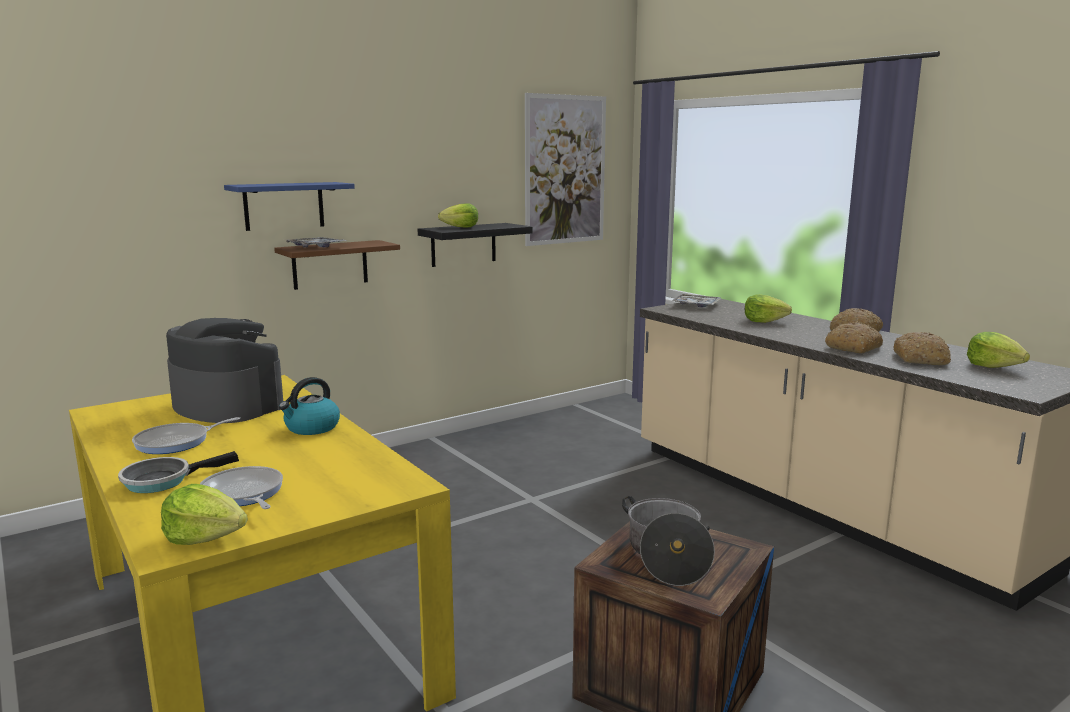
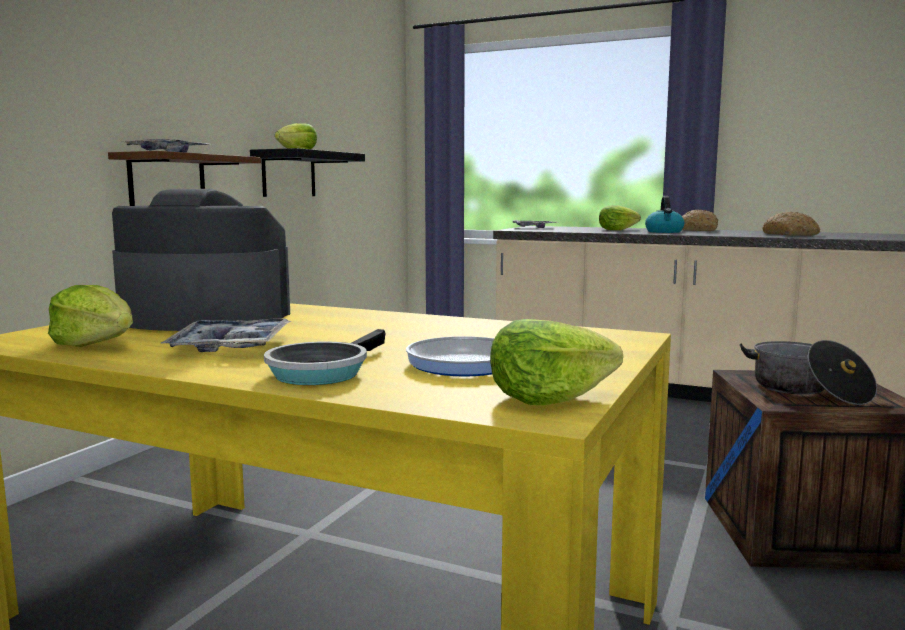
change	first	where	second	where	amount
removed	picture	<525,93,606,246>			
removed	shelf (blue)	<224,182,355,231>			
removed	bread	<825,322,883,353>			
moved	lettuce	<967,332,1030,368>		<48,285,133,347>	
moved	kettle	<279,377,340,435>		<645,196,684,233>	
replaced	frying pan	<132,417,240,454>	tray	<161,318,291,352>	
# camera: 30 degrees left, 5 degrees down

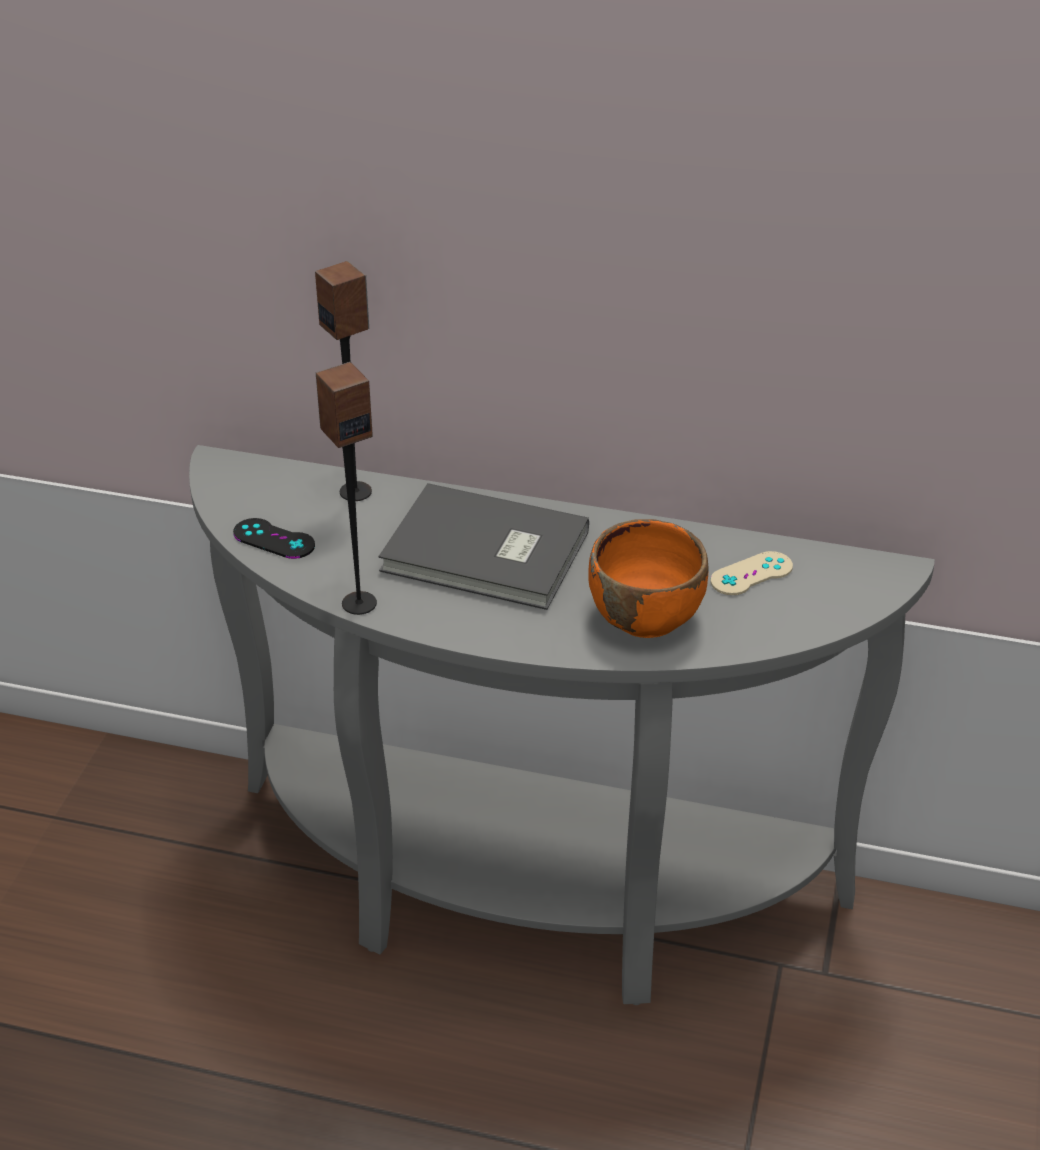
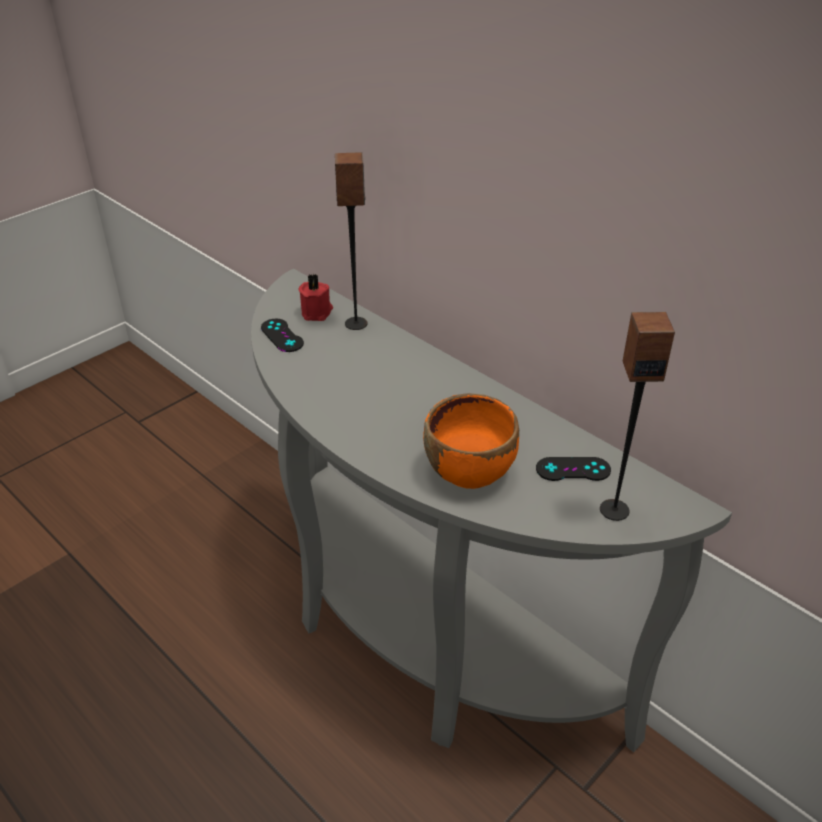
change	first	where	second	where	amount
moved	speaker	<316,362,377,615>		<600,312,675,521>	
removed	book (grey)	<378,483,589,610>			
recoloured	game controller (beige)	<710,551,793,595>	game controller (black)	<536,457,611,481>	
added			candle (red)	<299,274,333,321>	
# camera: 30 degrees right, 0 degrees up

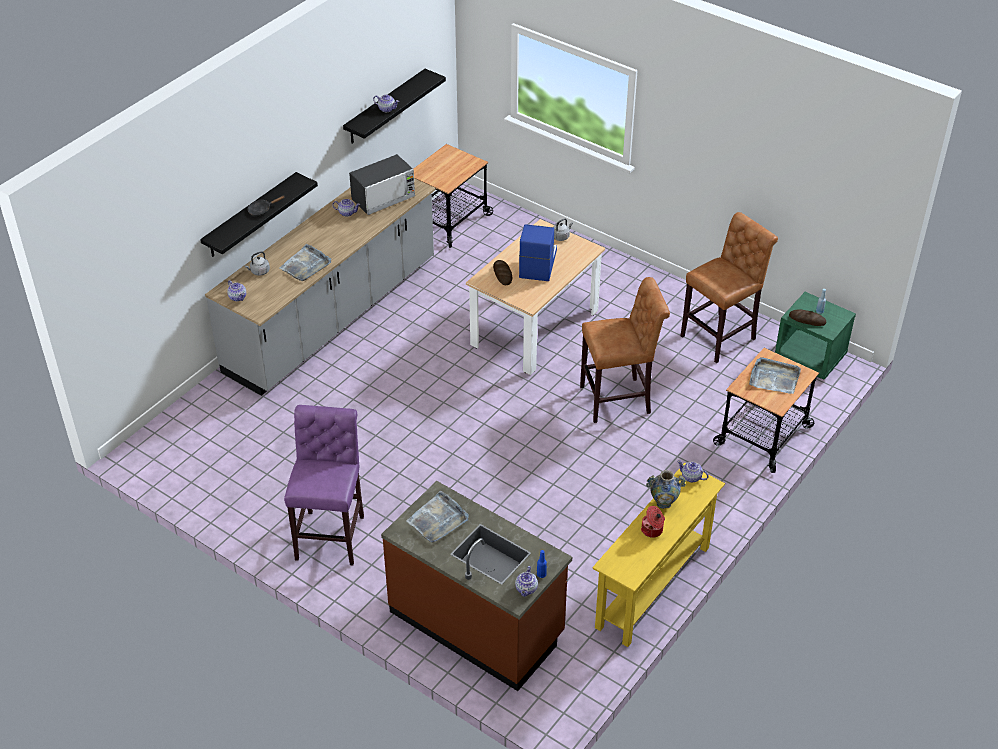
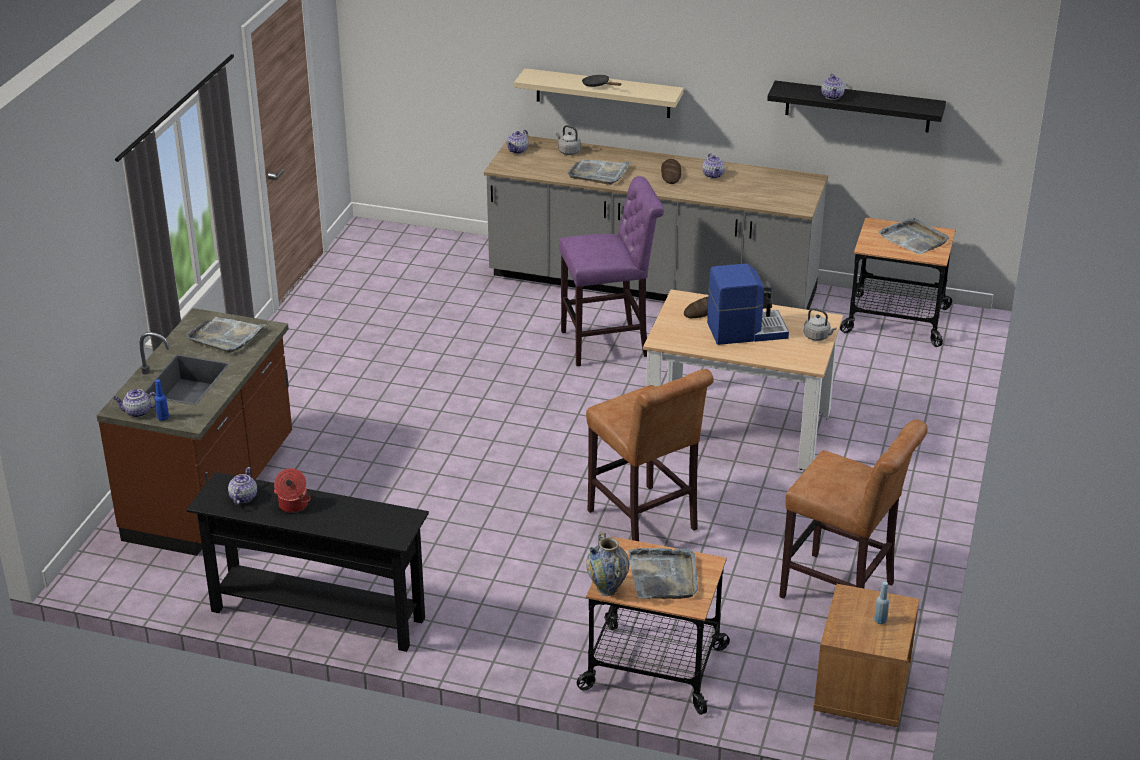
change	first	where	second	where	amount
removed	microwave	<349,154,415,215>			
recoloured	shelf (black)	<200,172,318,257>	shelf (beige)	<514,68,684,118>	
recoloured	nightstand (green)	<775,292,856,380>	nightstand (brown)	<813,584,919,727>	
moved	bread	<789,309,826,326>		<661,159,681,184>	
moved	stool (purple)	<284,405,364,565>		<559,176,664,366>	
moved	teapot	<677,460,708,483>		<228,467,257,505>	
recoloured	console table (yellow)	<592,463,725,647>	console table (black)	<186,472,429,652>	
moved	vase	<646,470,686,509>		<586,532,629,596>	
added			tray (grey)	<878,218,949,254>	
# camera: 70 degrees right, 10 degrees down

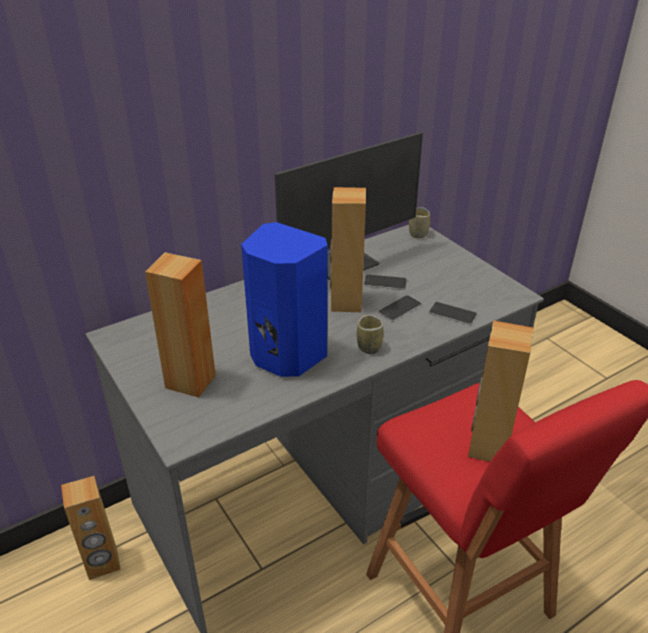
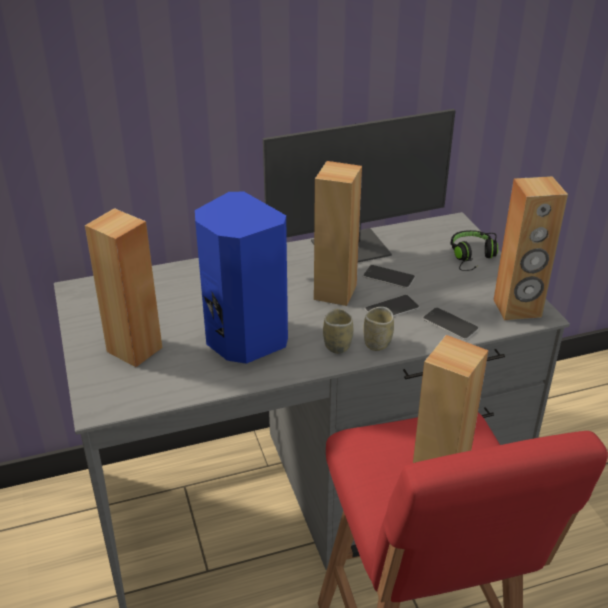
change	first	where	second	where	amount
moved	cup	<409,207,430,238>		<363,307,394,351>	
moved	speaker (brown)	<61,476,121,580>		<493,176,568,320>	
added			headphones (black)	<450,230,498,271>	
# camera: 15 degrees right, 0 degrees up

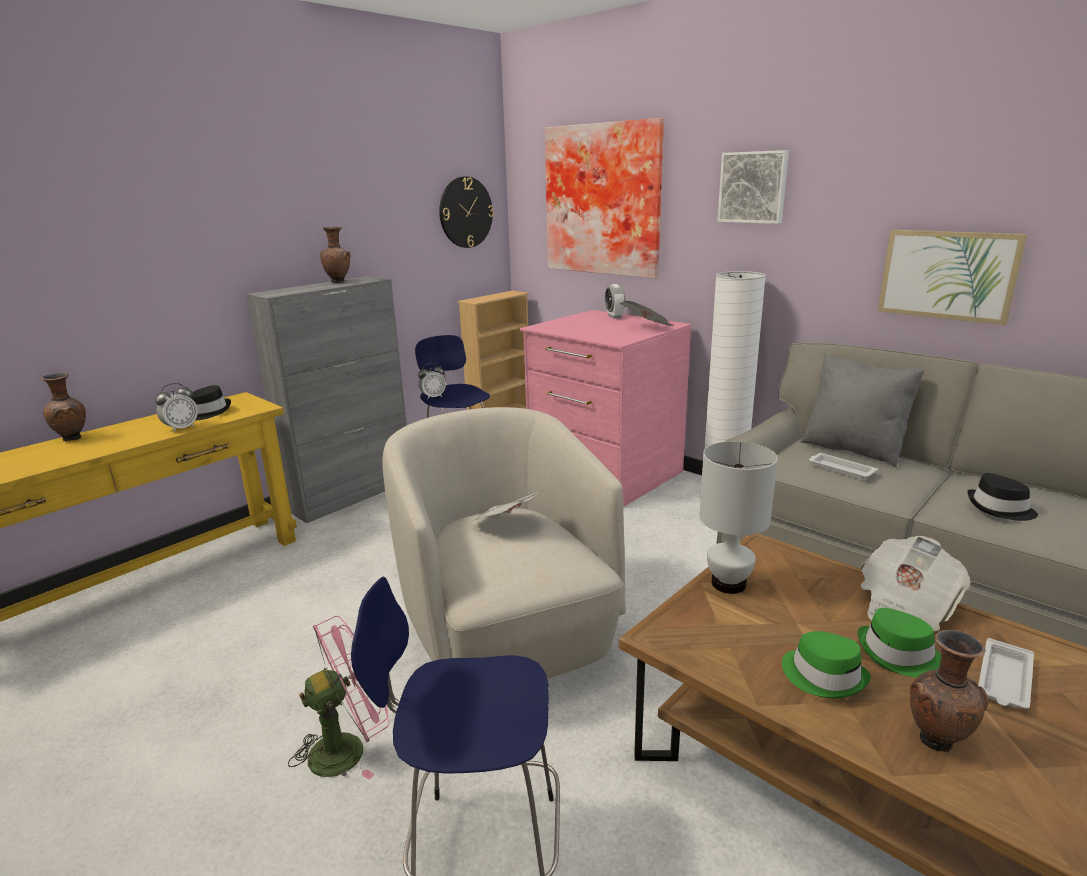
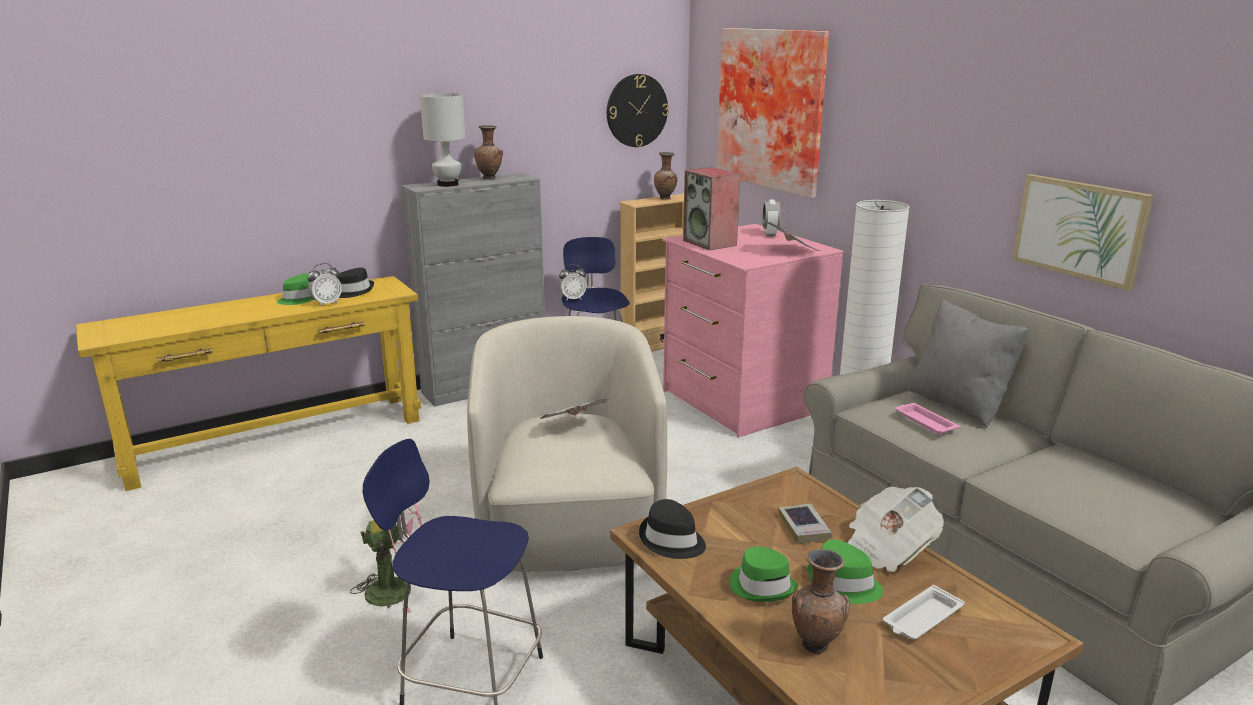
change	first	where	second	where	amount
removed	picture	<717,150,789,224>			
moved	vase (brown)	<41,373,86,442>		<654,152,678,199>	
moved	table lamp (white)	<699,441,778,594>		<420,93,465,187>	
recoloured	tray (white)	<809,453,878,479>	tray (pink)	<895,403,960,434>	
moved	hat (black)	<967,473,1038,521>		<639,499,706,559>	
added			speaker	<683,167,740,250>	
added			hat (green)	<277,273,315,305>	
added			book	<779,503,832,544>	
# camera: 15 degrees right, 0 degrees up

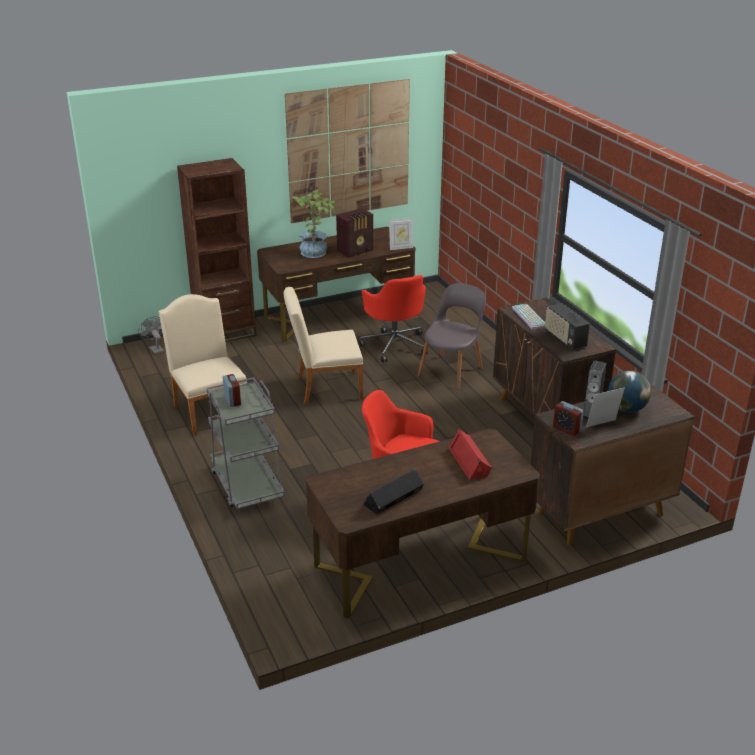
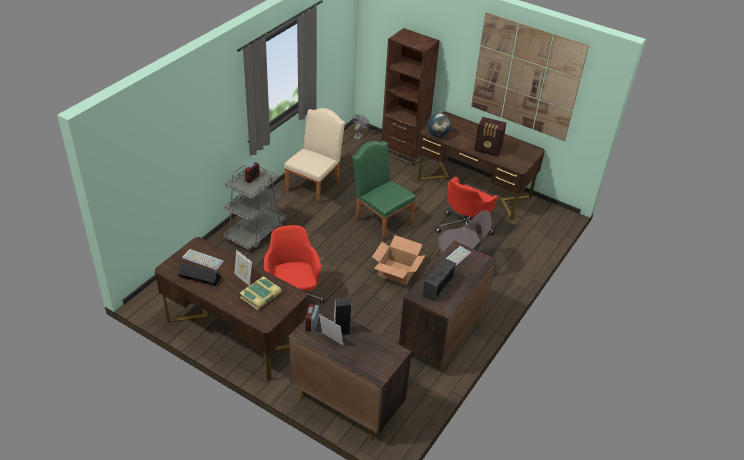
change	first	where	second	where	amount
removed	potted plant	<292,190,335,258>			
moved	picture frame	<389,218,413,250>		<234,250,252,286>	
recoloured	chair (beige)	<284,287,363,405>	chair (green)	<352,141,416,241>	
moved	globe	<608,371,651,413>		<427,113,451,137>	
replaced	speaker (red)	<448,429,492,480>	book	<240,276,282,310>	
added			cardboard box	<372,235,426,285>	
added			keyboard	<182,249,224,271>	
# camera: 55 degrees right, 10 degrees up

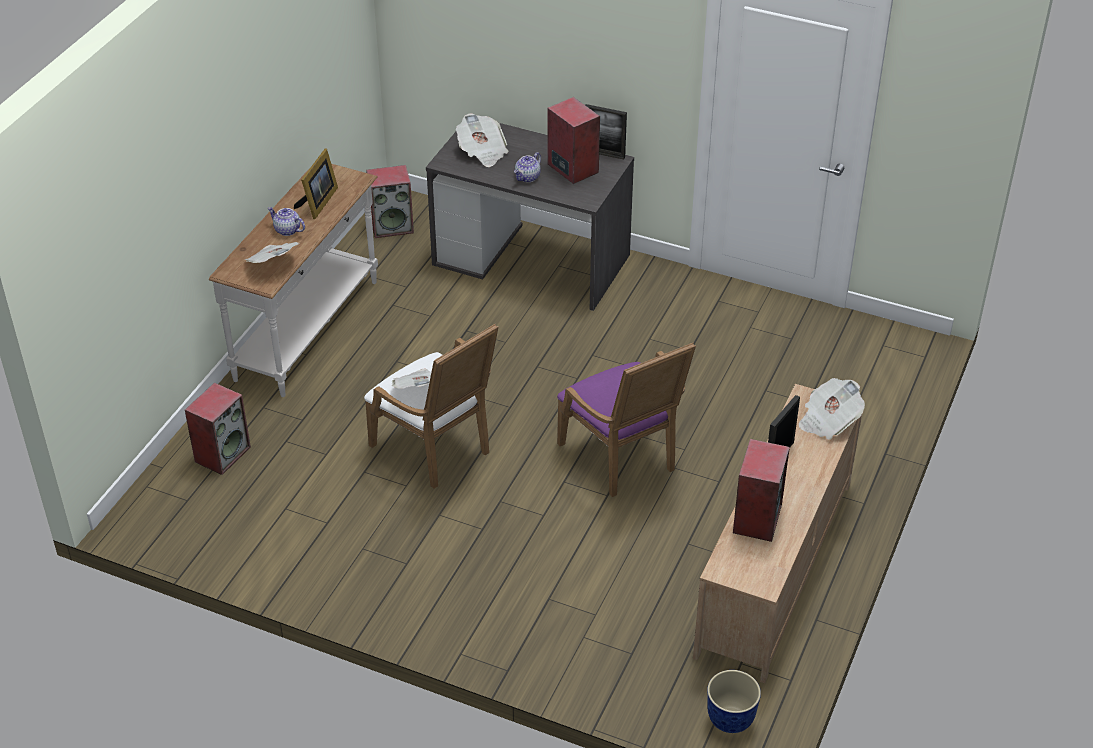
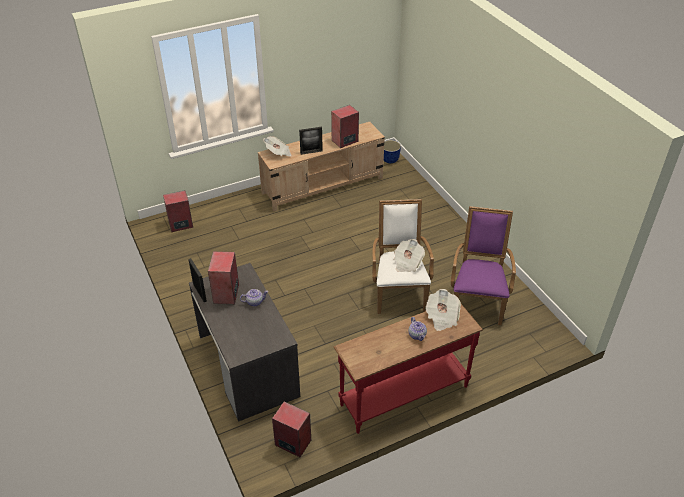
change	first	where	second	where	amount
removed	newspaper	<456,113,509,167>			
removed	picture frame	<294,148,338,219>			
recoloured	console table (white)	<209,164,378,397>	console table (red)	<333,304,483,434>	
moved	armchair (purple)	<557,342,696,497>		<451,206,516,325>	
moved	speaker	<185,383,251,475>		<163,190,193,232>	
# camera: 140 degrees left, 0 degrees up

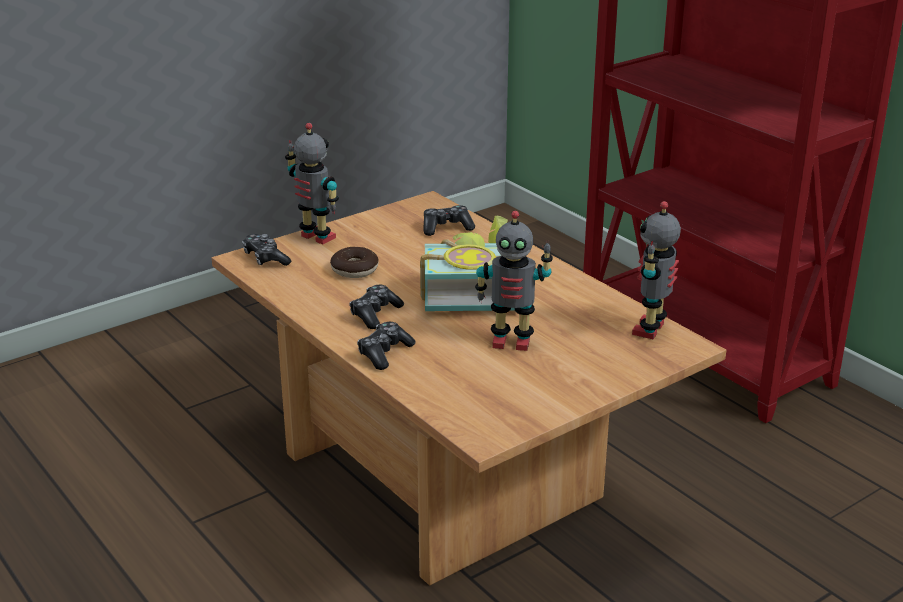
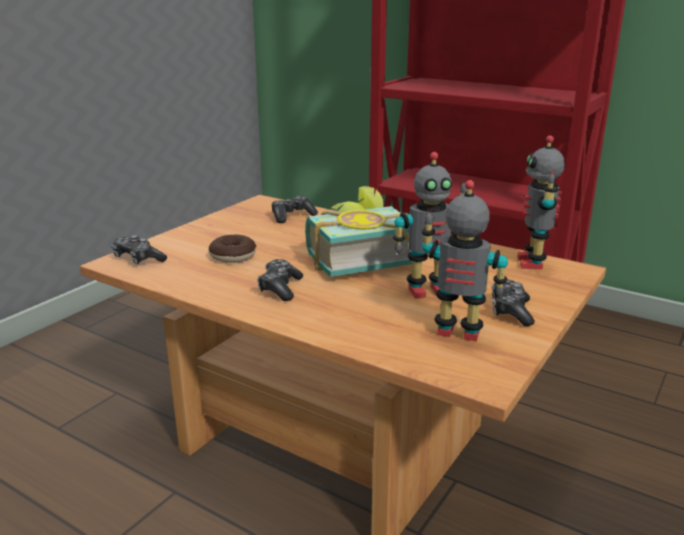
change	first	where	second	where	amount
moved	toy robot	<285,123,339,244>		<422,180,508,341>	
moved	game controller	<357,322,416,370>		<492,280,535,326>	
# camera: 20 degrees left, 5 degrees down

